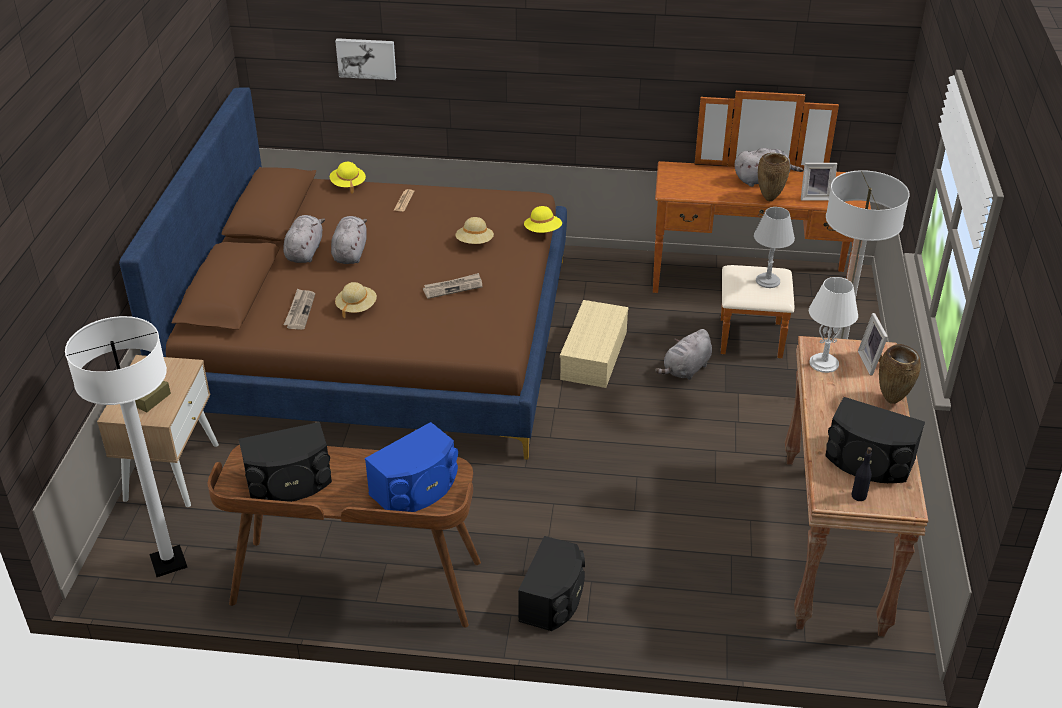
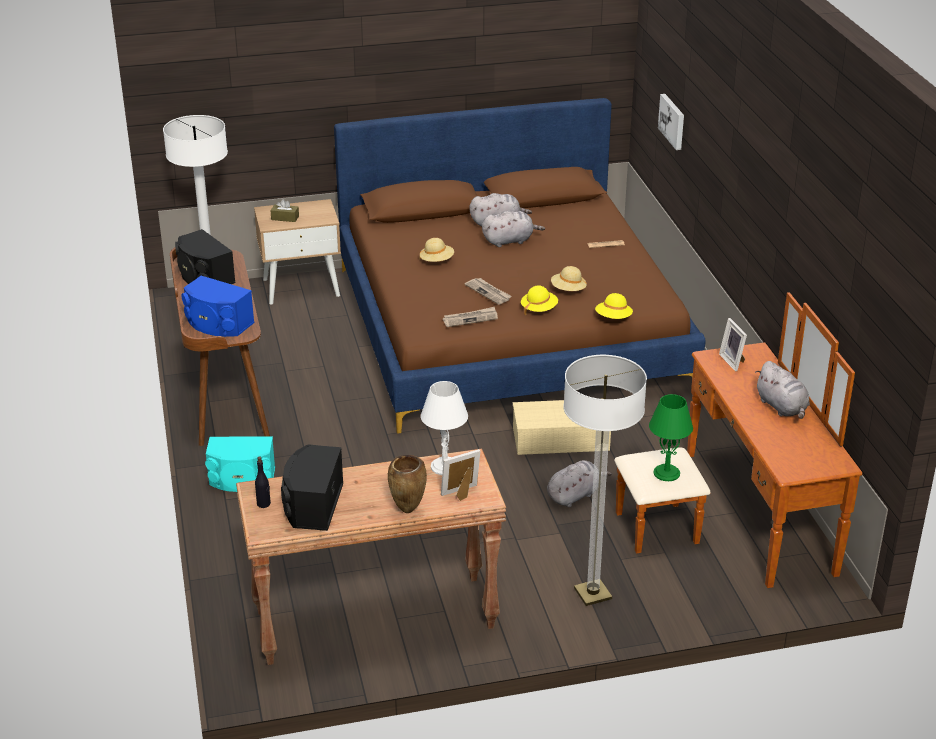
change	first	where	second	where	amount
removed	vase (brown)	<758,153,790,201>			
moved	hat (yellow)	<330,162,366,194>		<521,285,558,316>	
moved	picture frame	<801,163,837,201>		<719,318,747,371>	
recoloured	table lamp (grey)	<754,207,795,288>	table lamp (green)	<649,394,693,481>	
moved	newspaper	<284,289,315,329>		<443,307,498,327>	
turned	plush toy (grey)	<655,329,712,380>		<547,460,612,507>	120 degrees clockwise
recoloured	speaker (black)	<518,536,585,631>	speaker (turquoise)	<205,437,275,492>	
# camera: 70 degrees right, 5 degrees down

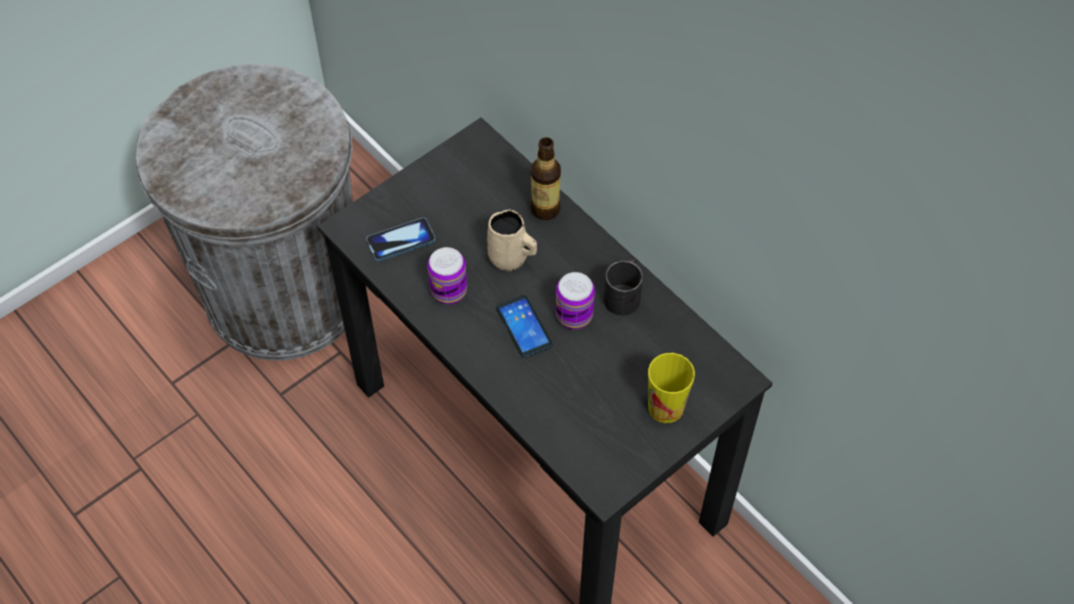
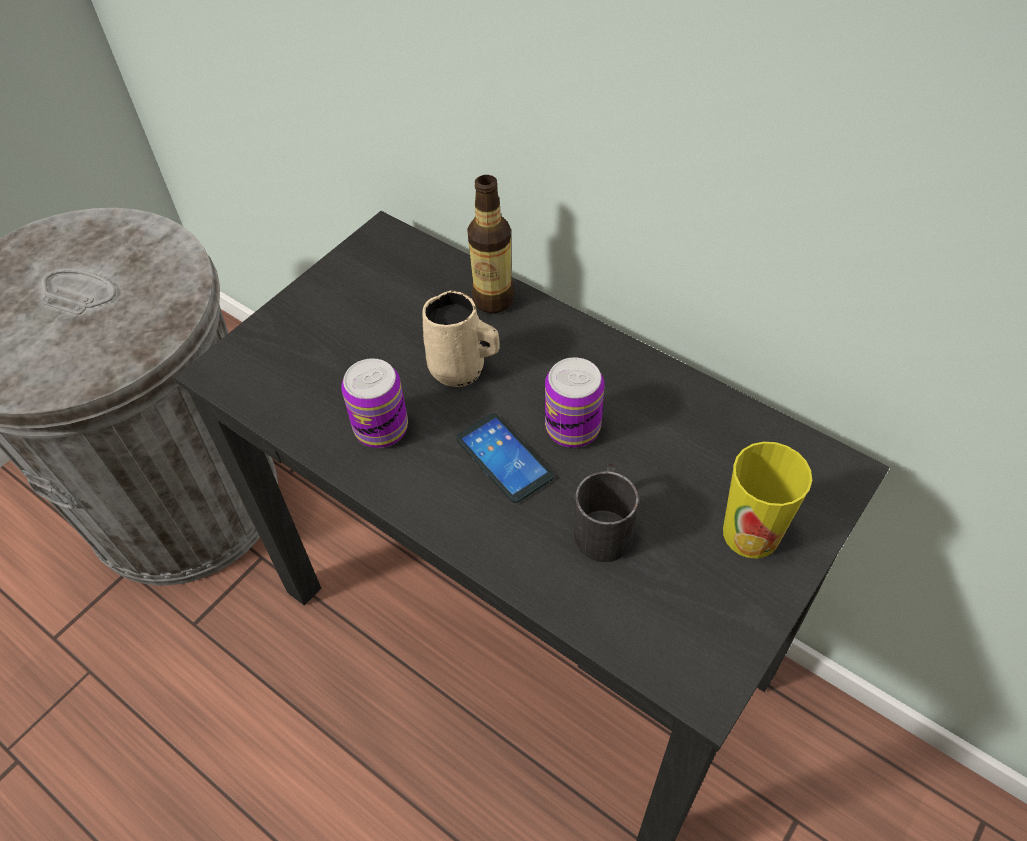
change	first	where	second	where	amount
removed	phone	<366,218,436,261>			
moved	mug (black)	<604,257,643,316>		<574,463,639,562>	
# camera: 10 degrees left, 5 degrees down

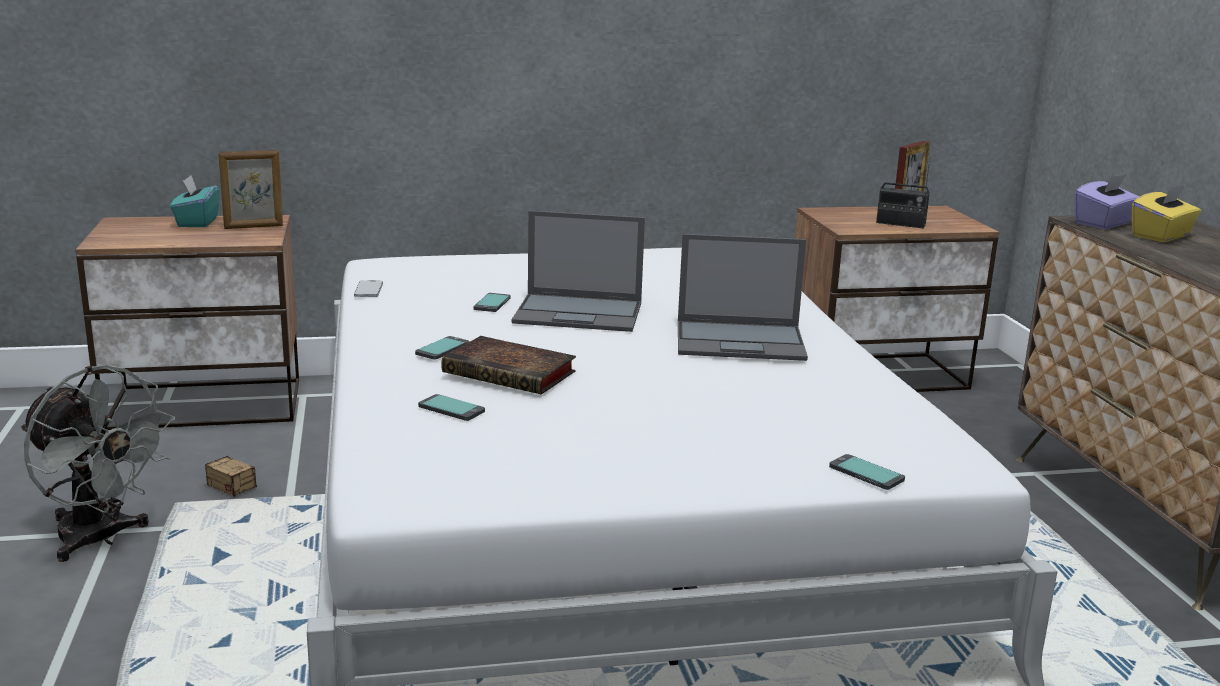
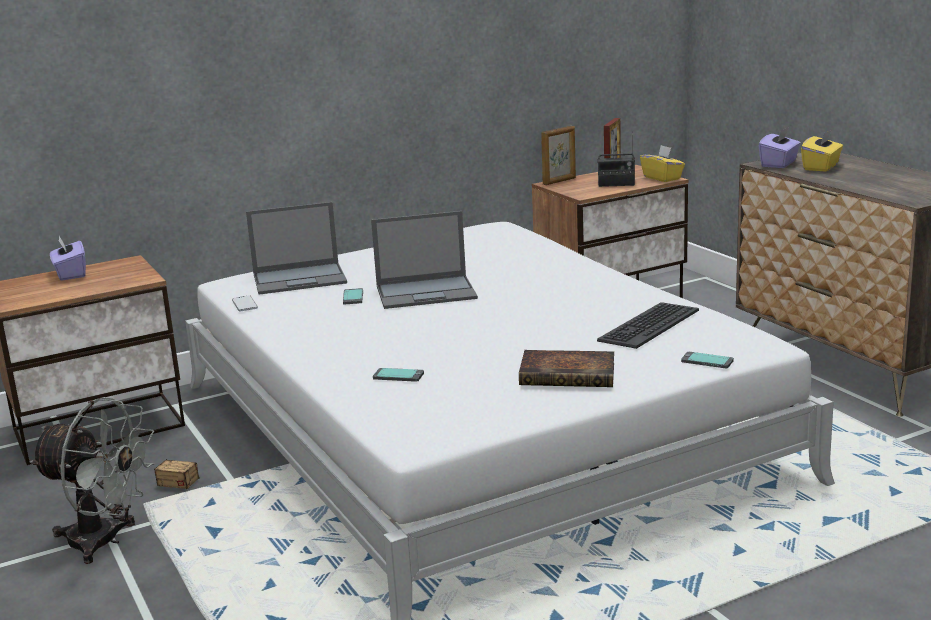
change	first	where	second	where	amount
moved	picture frame	<218,150,283,229>		<541,126,576,185>	
recoloured	tissue box (turquoise)	<170,176,219,227>	tissue box (purple)	<50,236,86,281>	
moved	laptop	<678,234,808,361>		<246,202,347,295>	
removed	phone	<415,336,469,360>			
moved	book	<442,336,576,395>		<519,350,614,387>	
added			tissue box (yellow)	<640,145,685,182>	
added			keyboard	<597,302,699,349>	
# camera: 15 degrees left, 0 degrees up

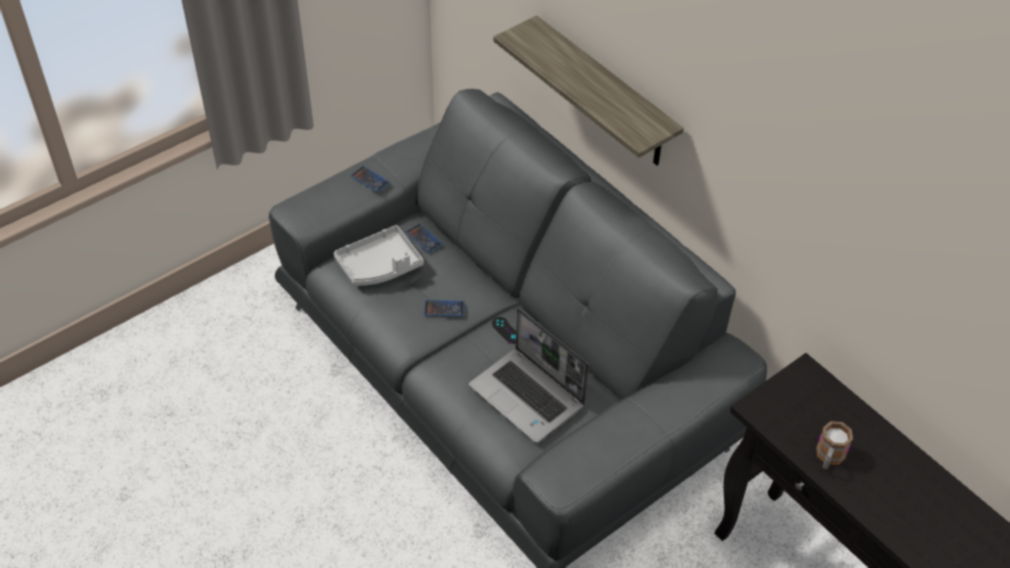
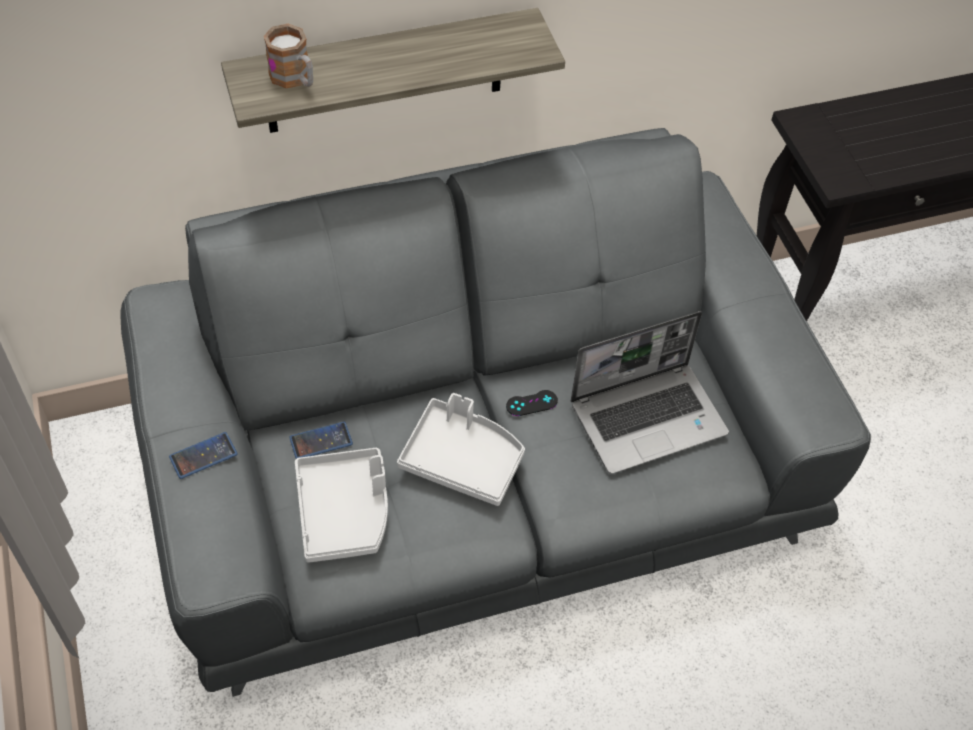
change	first	where	second	where	amount
replaced	phone	<424,300,465,317>	tray (grey)	<397,393,525,506>	
moved	mug	<816,421,853,469>		<264,24,313,88>	
# camera: 70 degrees left, 5 degrees up

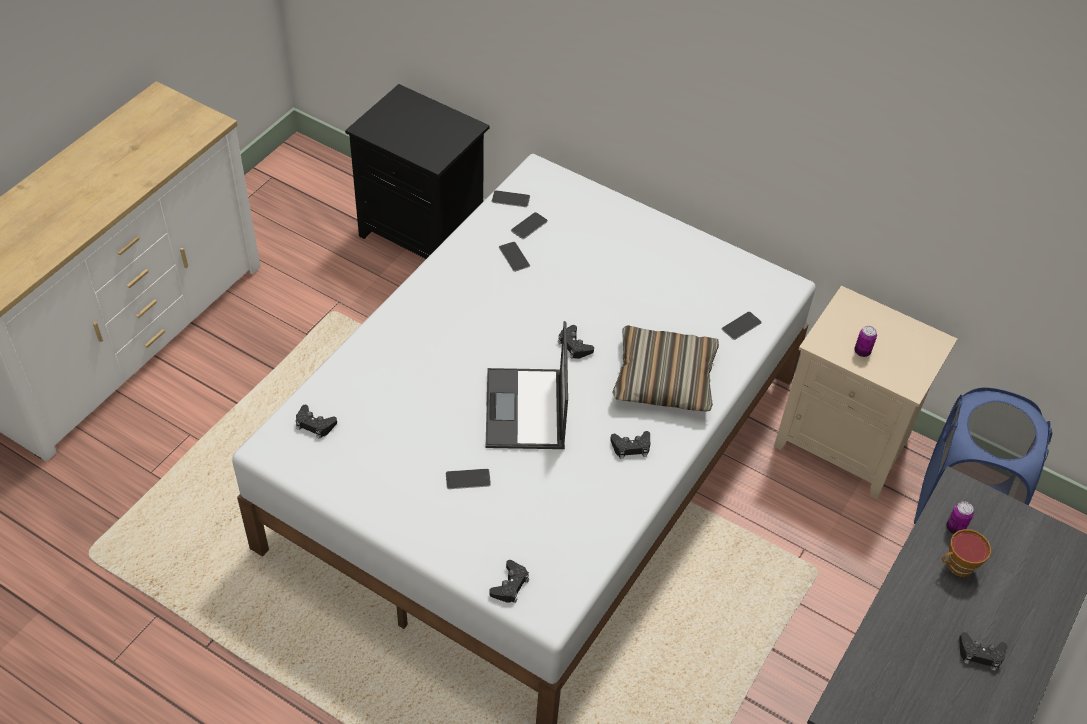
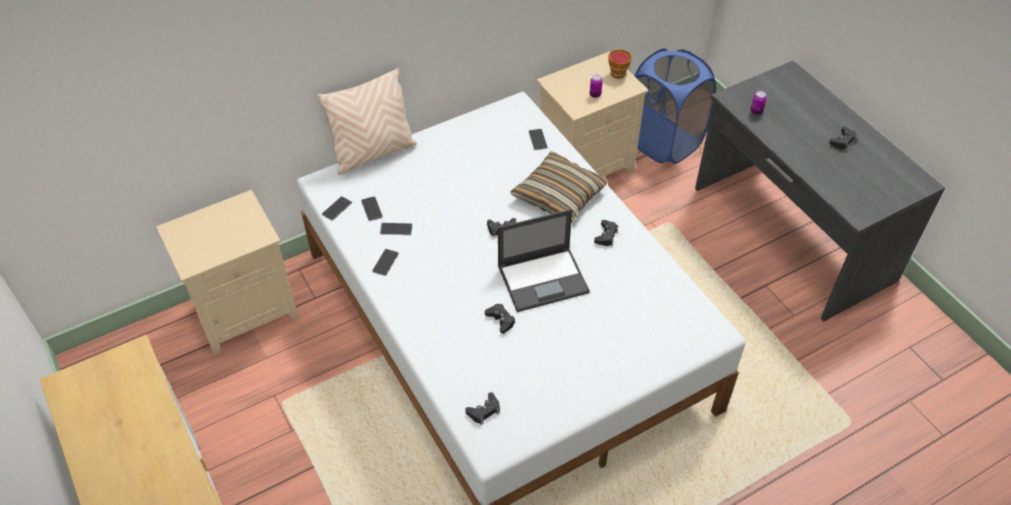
change	first	where	second	where	amount
recoloured	nightstand (black)	<345,84,490,259>	nightstand (beige)	<156,190,299,355>	
turned	laptop	<486,321,568,449>		<498,209,590,312>	45 degrees counterclockwise
moved	phone	<446,469,491,489>		<372,249,399,276>	
moved	cup	<942,529,991,577>		<608,49,632,79>	
moved	game controller (black)	<489,560,529,603>		<485,304,515,334>	
added			pillow (beige)	<317,68,417,175>	
# camera: 60 degrees left, 0 degrees up

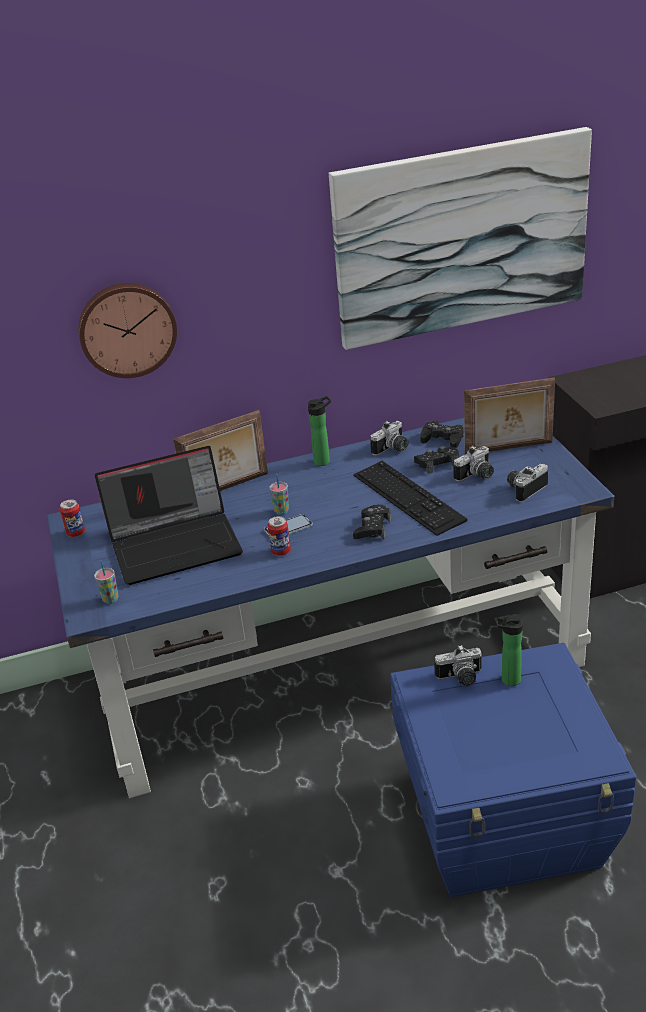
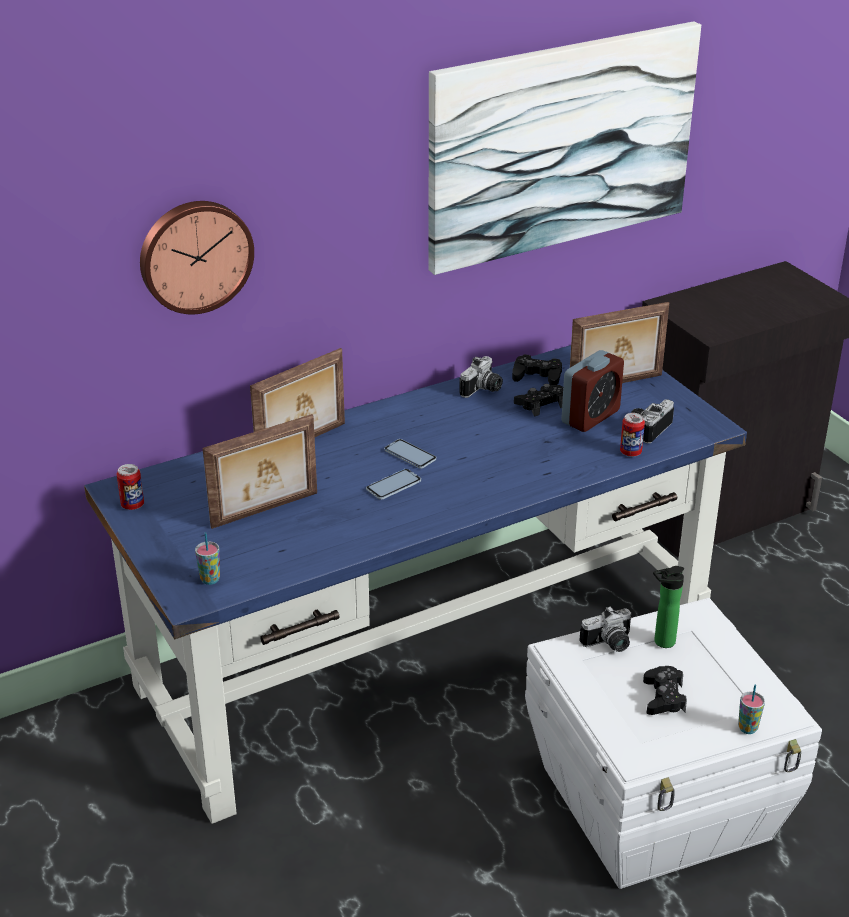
change	first	where	second	where	amount
removed	bottle	<308,396,331,466>			
replaced	laptop	<95,446,243,585>	picture frame	<203,414,317,529>	
replaced	photo camera	<453,446,494,482>	alarm clock	<561,350,624,432>	
removed	keyboard	<353,461,467,536>			
moved	cup	<269,474,289,515>		<738,684,765,734>	
moved	game controller (black)	<353,505,391,539>		<643,666,687,715>	
moved	can	<268,516,291,556>		<620,413,645,457>	
recoloured	storage box (blue)	<390,643,637,897>	storage box (white)	<525,598,822,889>	
added			phone	<384,439,437,469>	
# camera: 15 degrees left, 0 degrees up

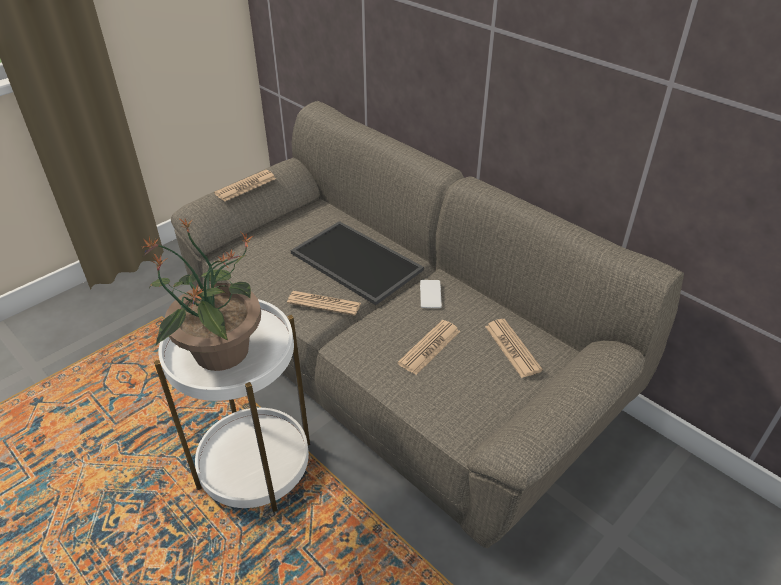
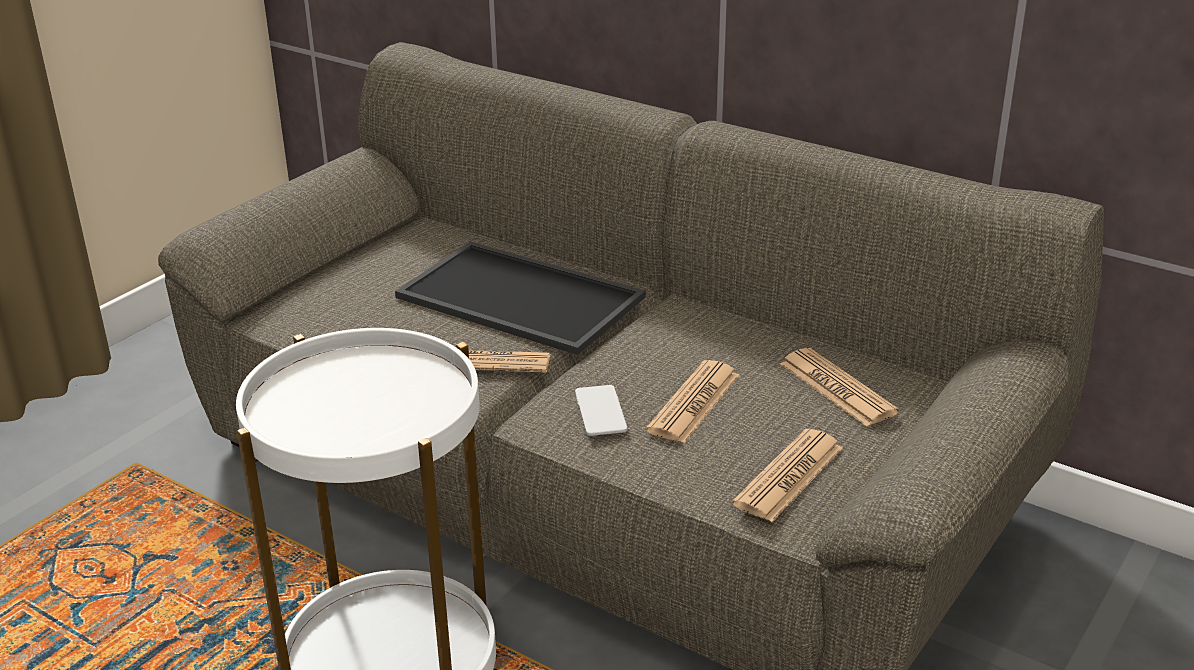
change	first	where	second	where	amount
moved	newspaper	<214,170,276,201>		<732,429,843,522>	
removed	potted plant	<143,218,261,371>			
moved	phone	<420,280,442,308>		<575,385,627,436>	
# camera: 10 degrees left, 10 degrees down

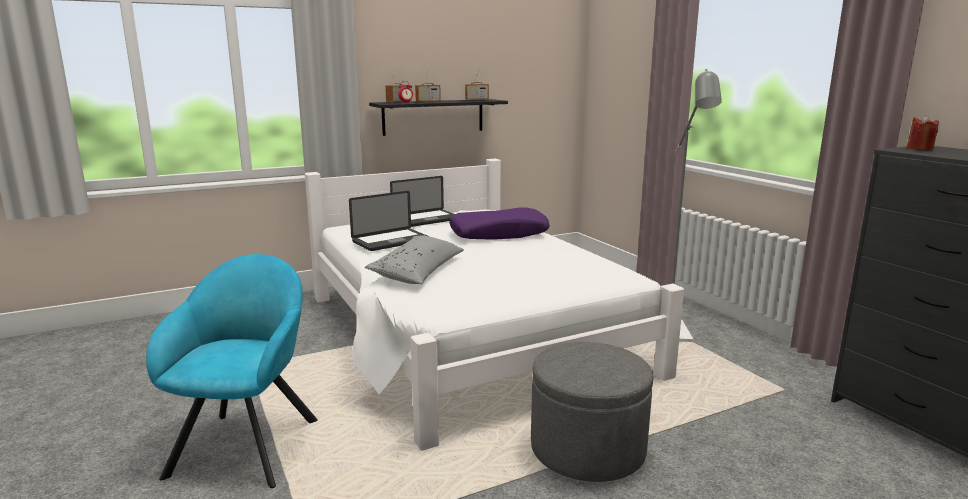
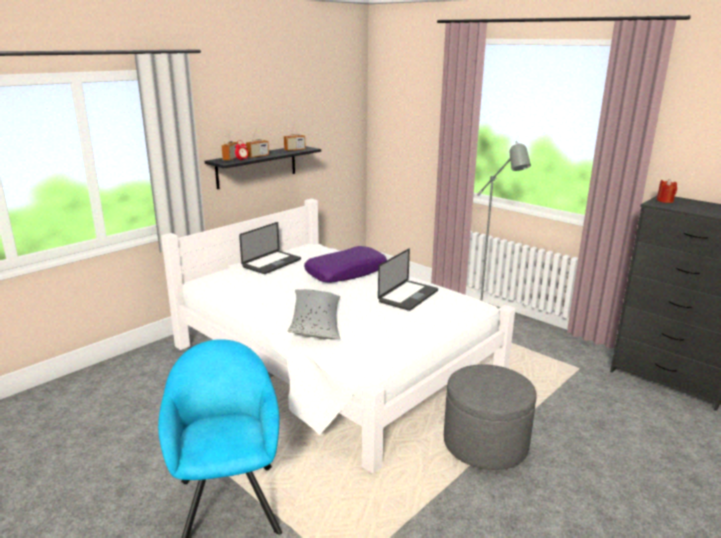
change	first	where	second	where	amount
moved	laptop	<349,191,430,251>		<378,249,438,311>	
# camera: 20 degrees left, 5 degrees up

